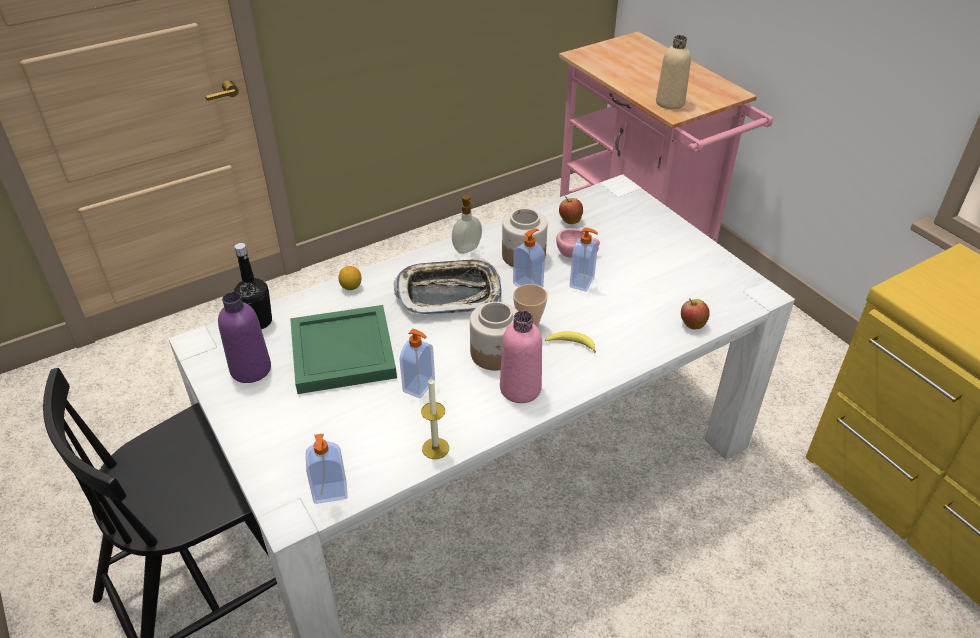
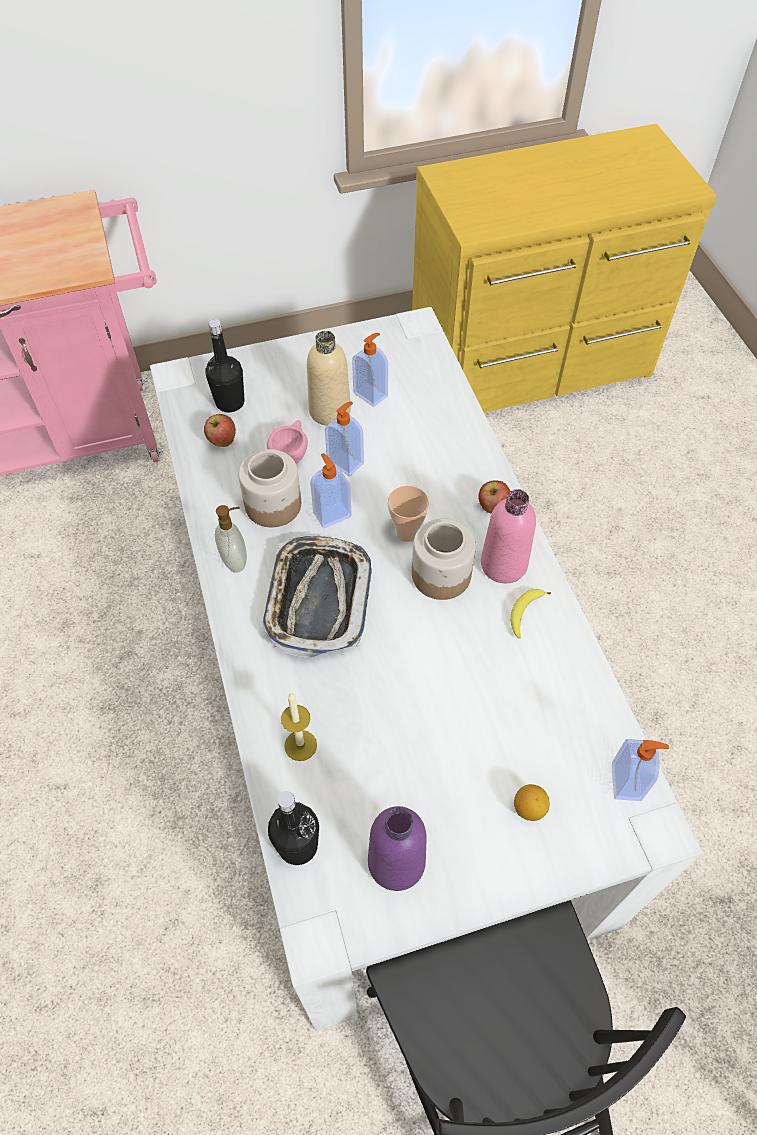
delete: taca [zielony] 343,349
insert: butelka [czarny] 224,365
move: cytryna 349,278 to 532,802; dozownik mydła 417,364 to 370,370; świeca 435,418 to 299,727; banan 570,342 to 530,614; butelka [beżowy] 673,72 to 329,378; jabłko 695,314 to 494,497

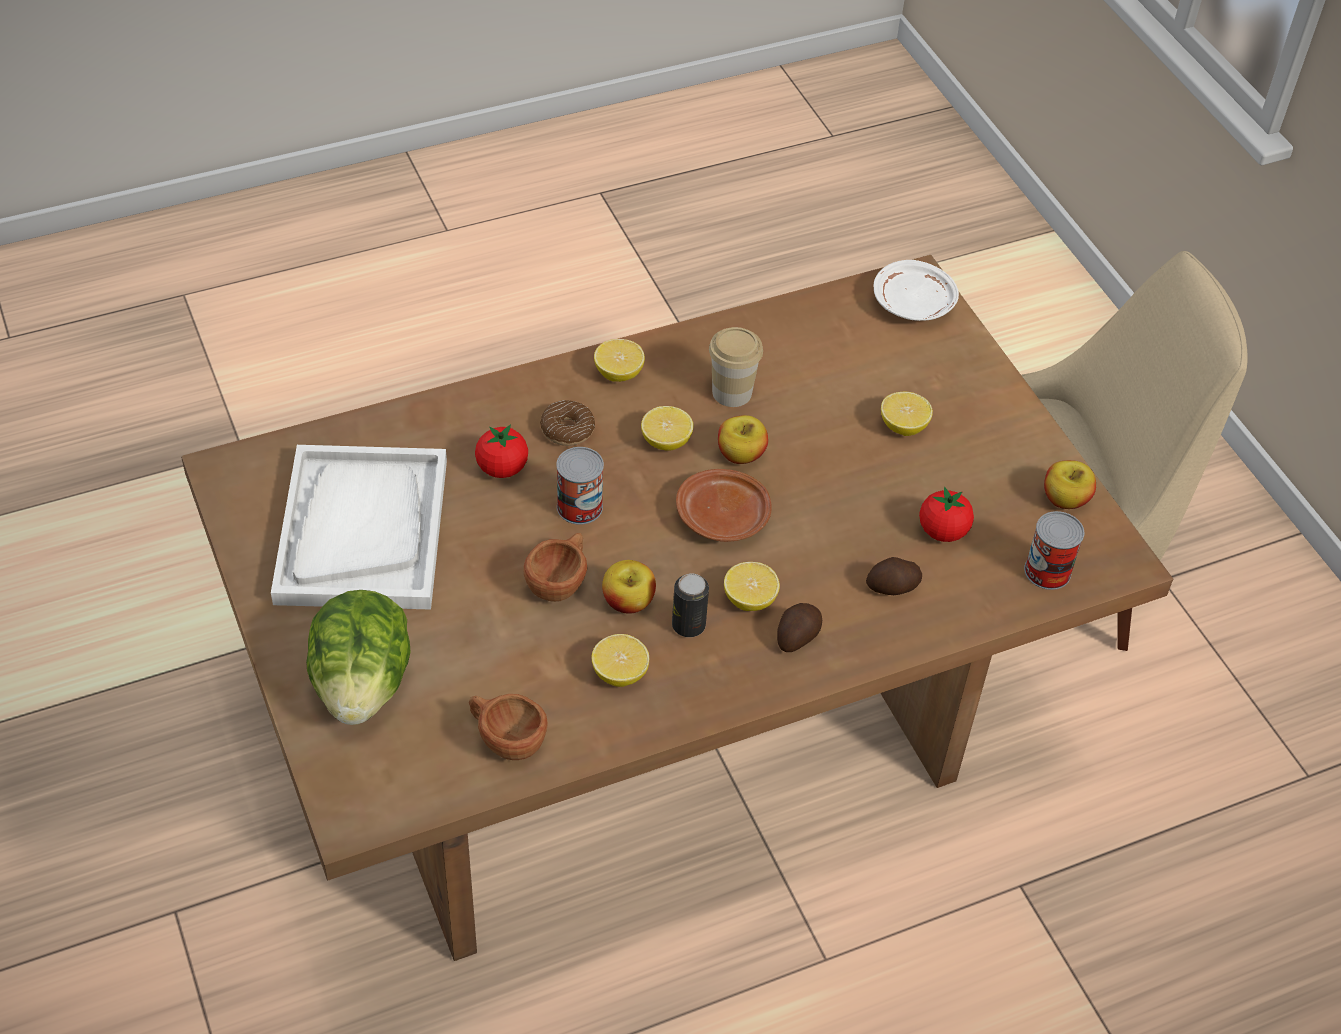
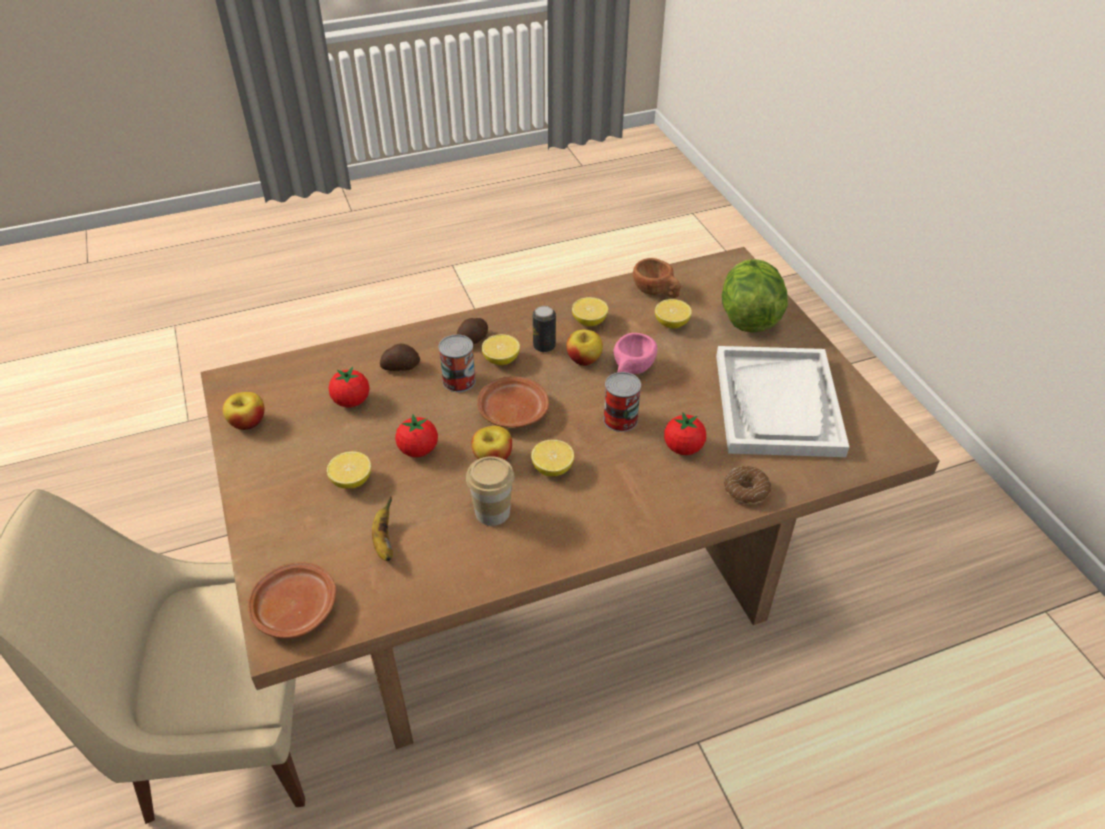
insert: banan 382,528; pomidor 416,435
move: donut 567,423 to 747,485; cytryna 619,360 to 673,314; puszka 1054,550 to 457,363
recolor: filiżanka [brązowy] 555,567 to filiżanka [różowy] 636,353; talerz [biały] 916,290 to talerz [brązowy] 292,600

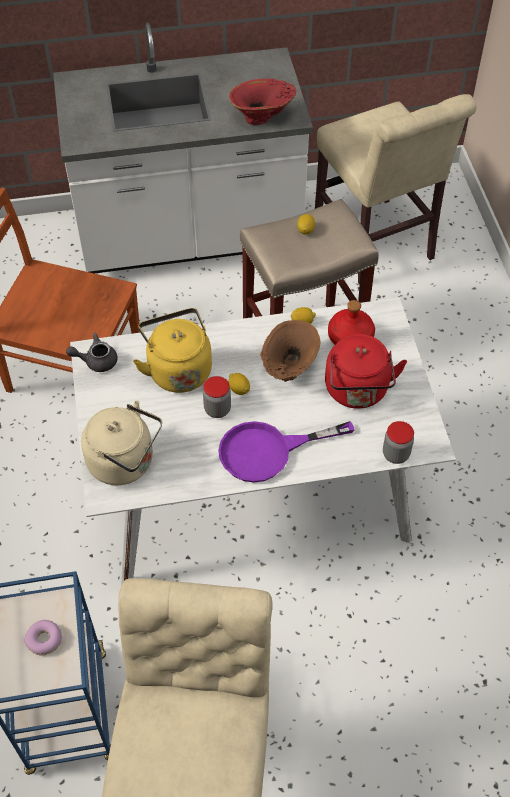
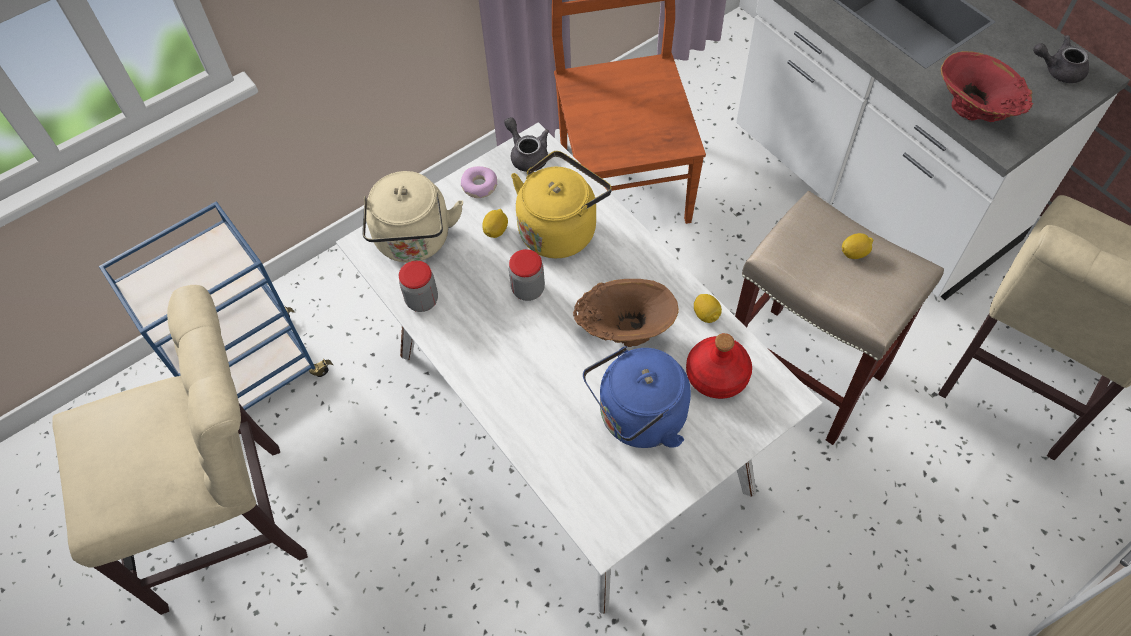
delete: patelnia [fioletowy] 286,452
insert: imbryk [szary] 1061,59
move: donut 43,637 to 479,182; cytryna 239,384 to 495,223; słoik 398,442 to 418,286
recolor: czajnik [czerwony] 366,371 to czajnik [niebieski] 637,397

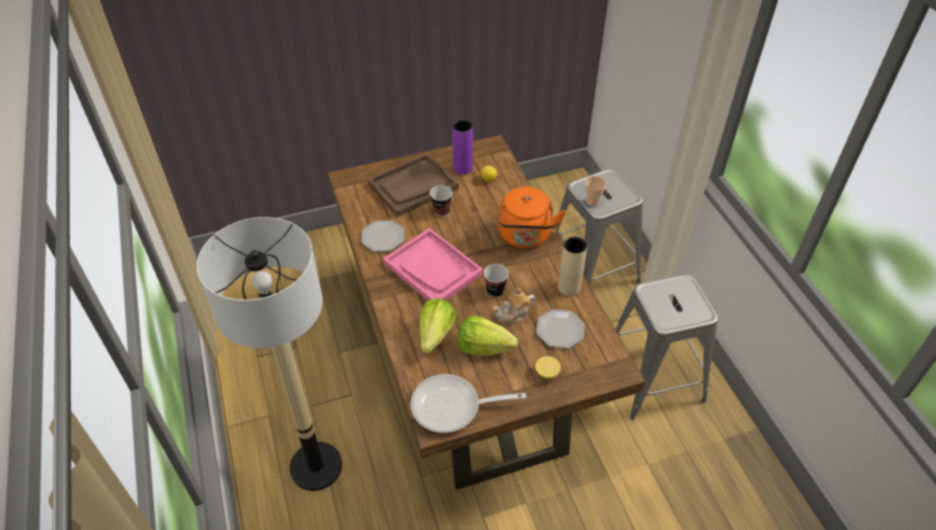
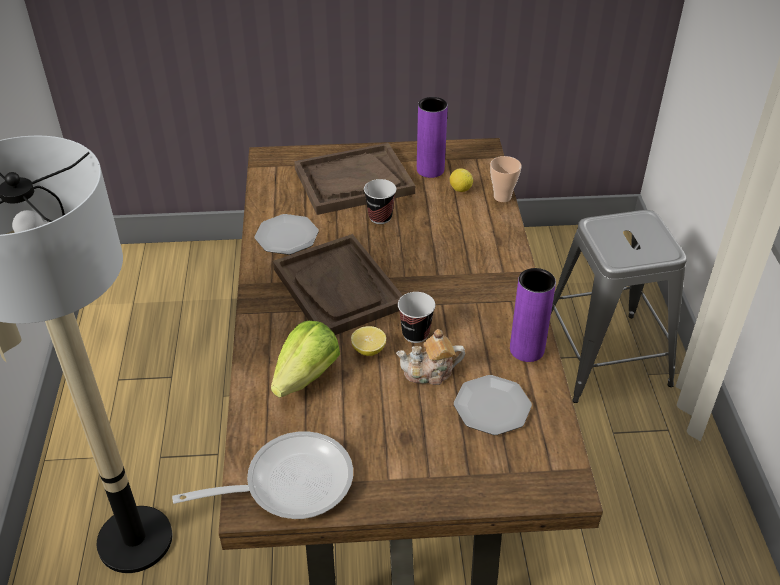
delete: sałata 487,336; czajnik [pomarańczowy] 532,217; stołek [szary] 667,347
move: cytryna 548,367 to 368,341; filiżanka 595,191 to 505,179
recolor: taca [różowy] 433,264 to taca [brązowy] 338,284; wazon [beżowy] 572,266 to wazon [fioletowy] 533,315
rotate: patelnia 468,403 = 262,475 150 degrees clockwise

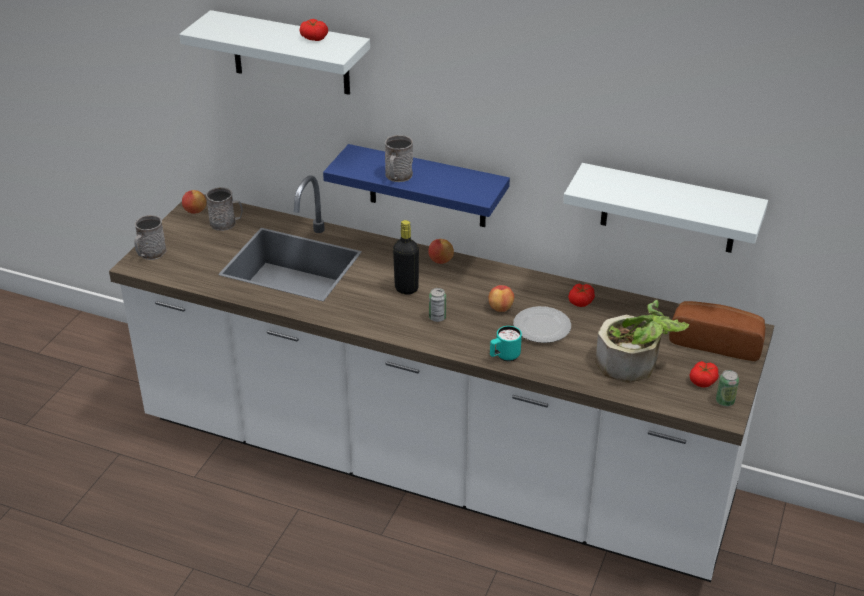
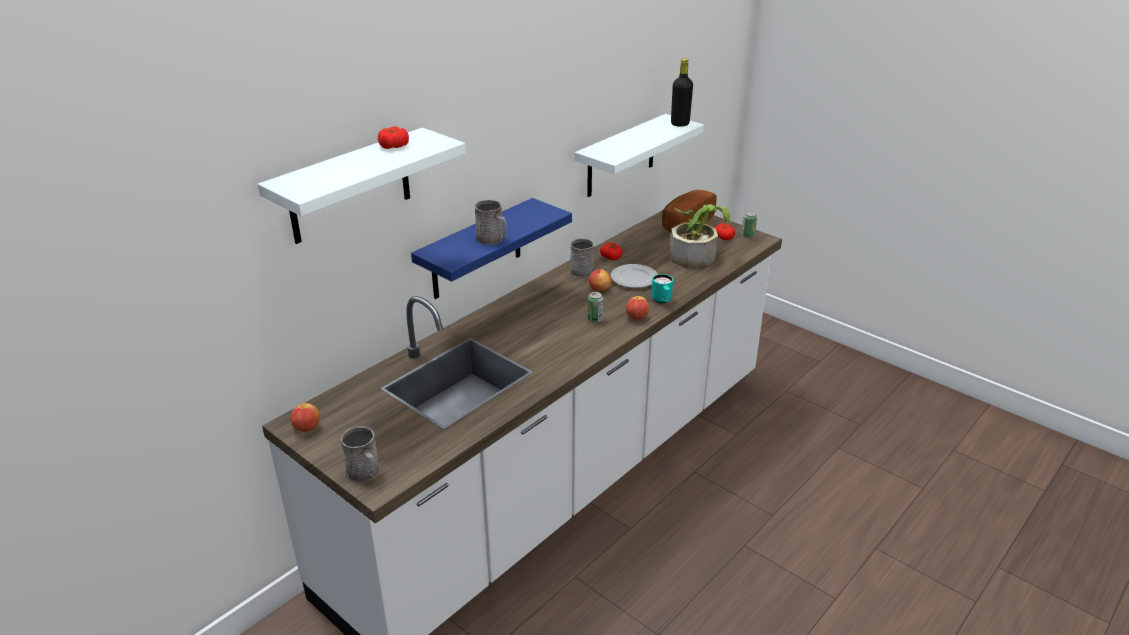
move: kubek [szary] 224,209 to 582,258; butelka [czarny] 406,257 to 682,93; jabłko 441,251 to 637,308

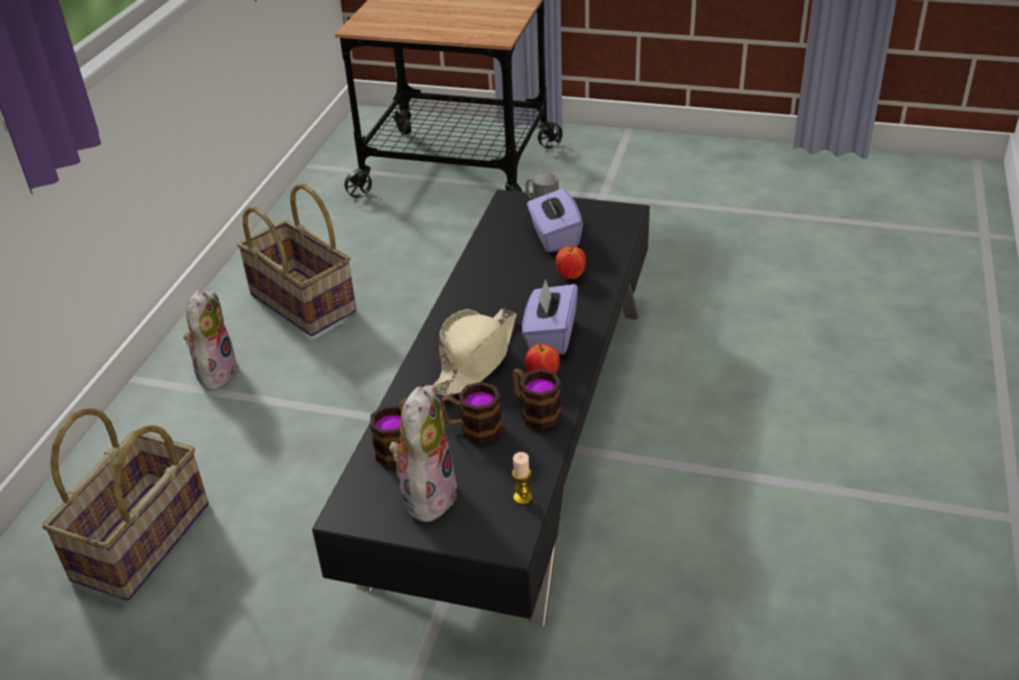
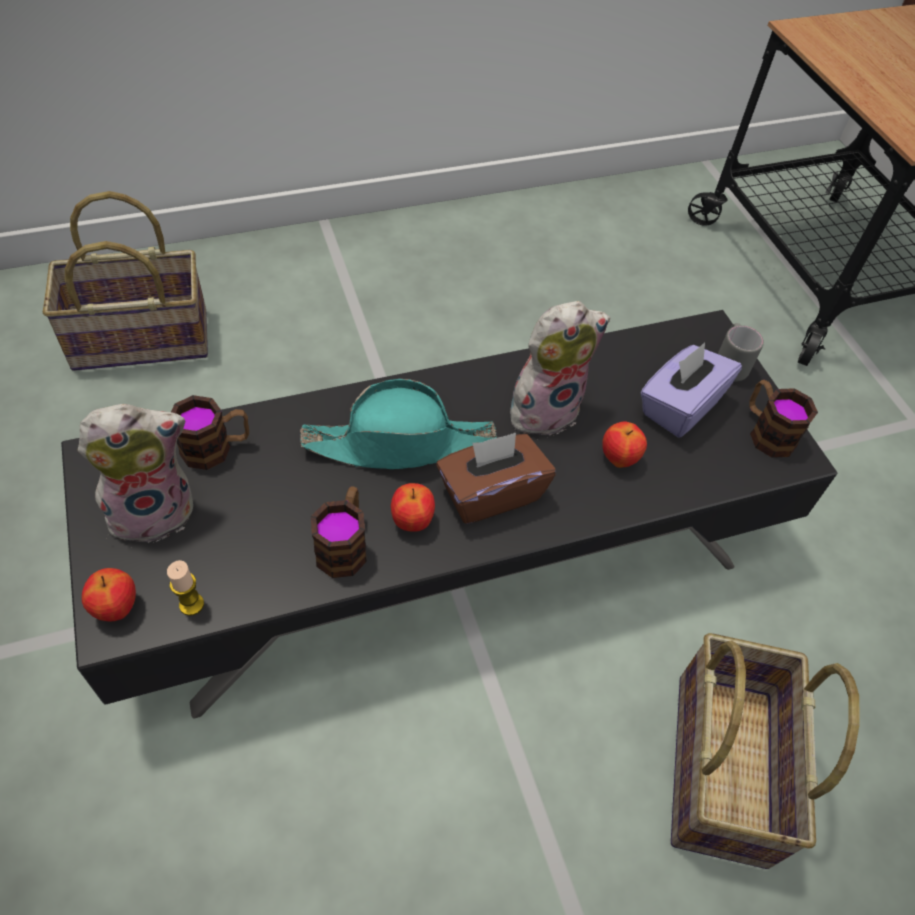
insert: jabłko 109,594
move: pluszak 211,339 to 560,368; koszyk 297,260 to 765,751; kubek 471,413 to 783,419
recolor: kapelusz [beżowy] 474,352 to kapelusz [turkusowy] 398,424; pudełko chusteczek [fioletowy] 550,316 to pudełko chusteczek [brązowy] 496,478

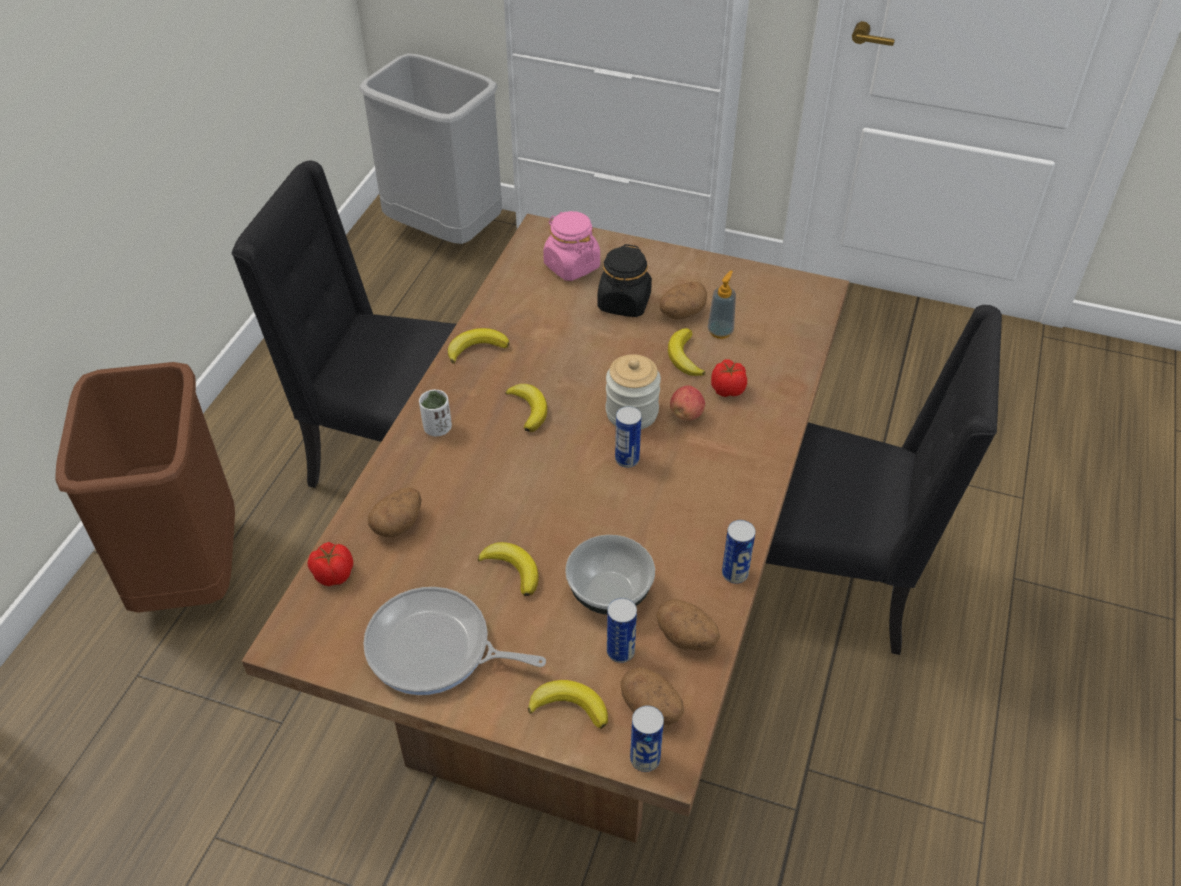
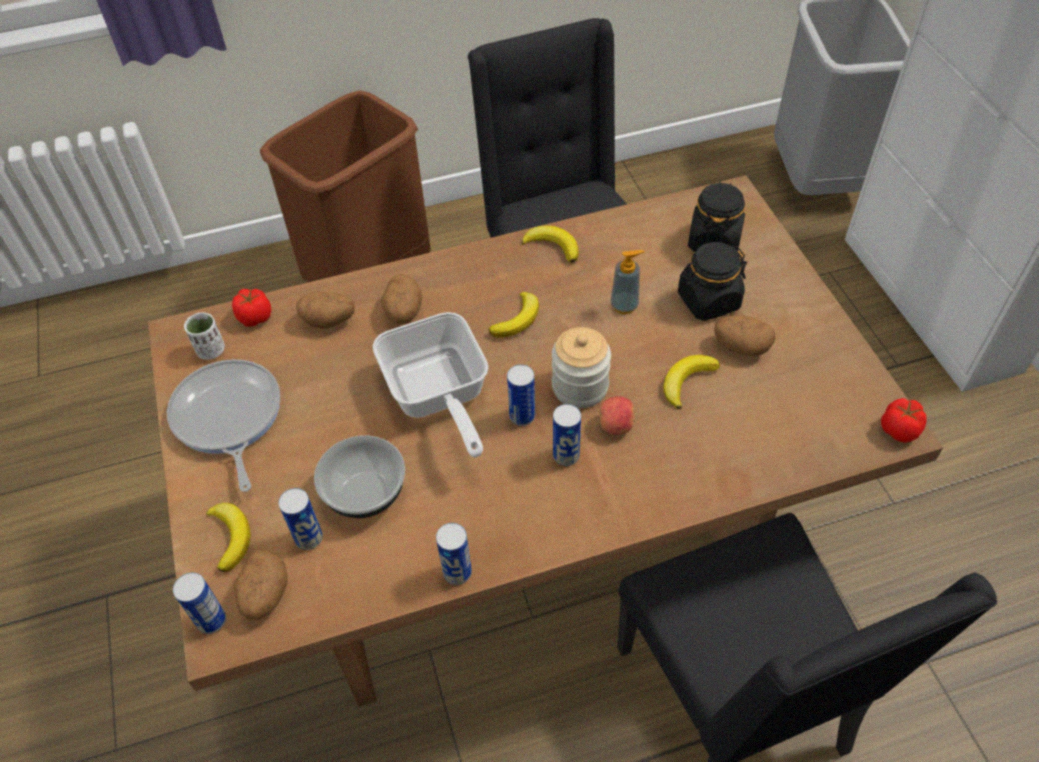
delete: banan 508,569
insert: patelnia 431,384; puszka 567,435
move: filiżanka [biały] 435,412 to 204,336; ziemniak 688,625 to 402,299; dozownik mydła 722,305 to 627,282; pomidor 729,378 to 904,420
recolor: słoik [różowy] 571,246 to słoik [czarny] 716,216

